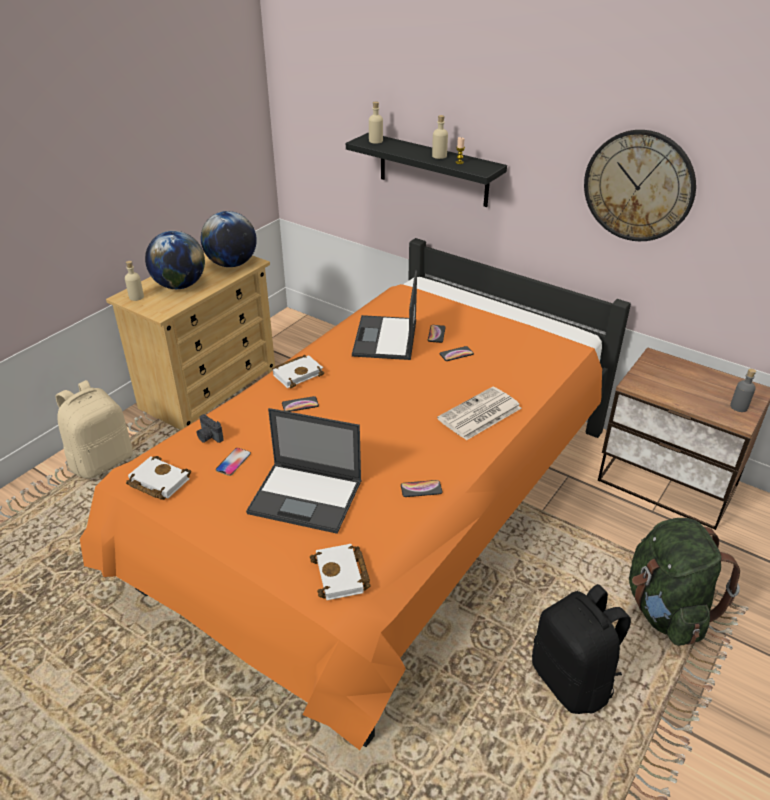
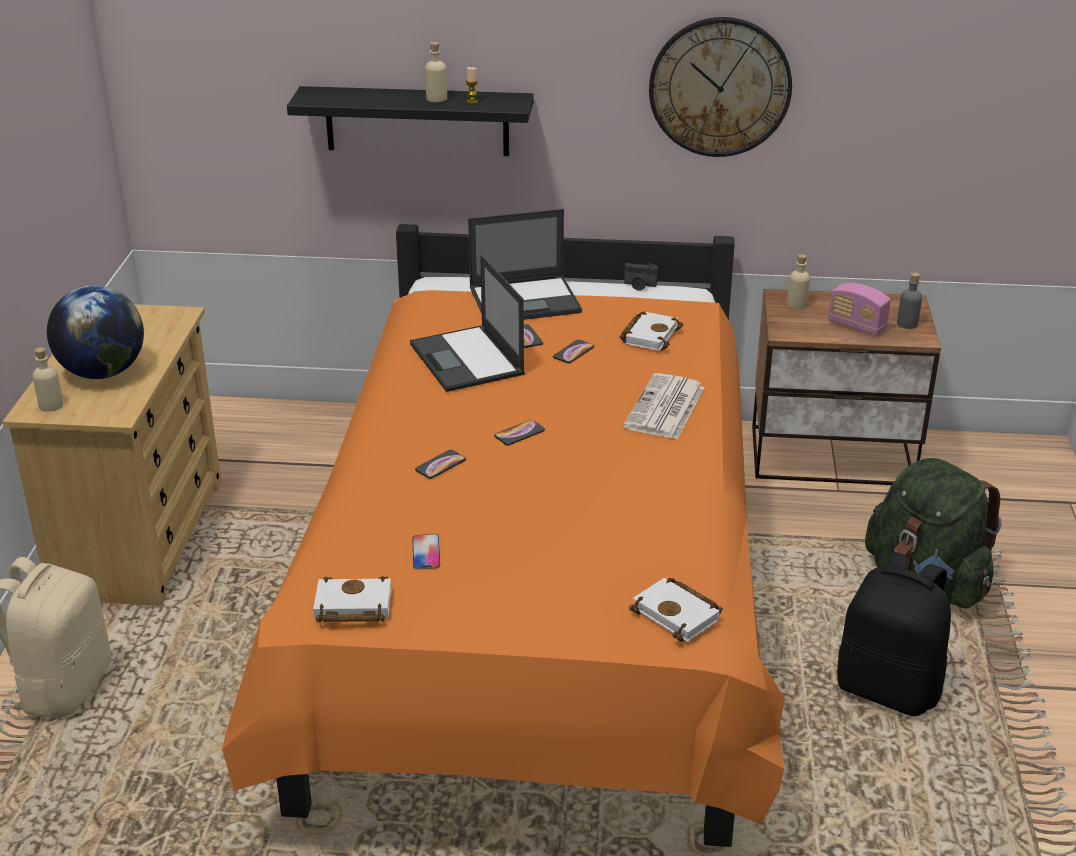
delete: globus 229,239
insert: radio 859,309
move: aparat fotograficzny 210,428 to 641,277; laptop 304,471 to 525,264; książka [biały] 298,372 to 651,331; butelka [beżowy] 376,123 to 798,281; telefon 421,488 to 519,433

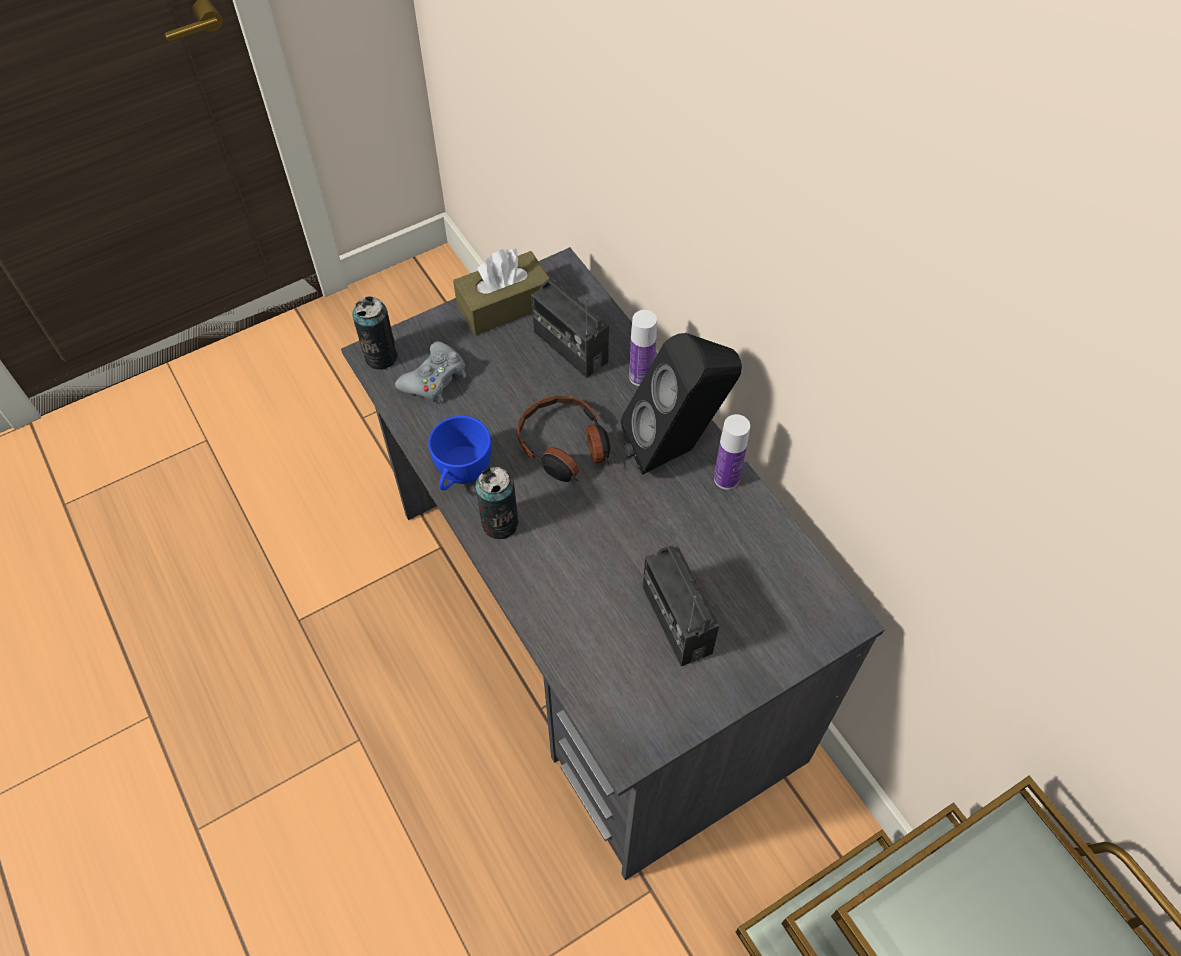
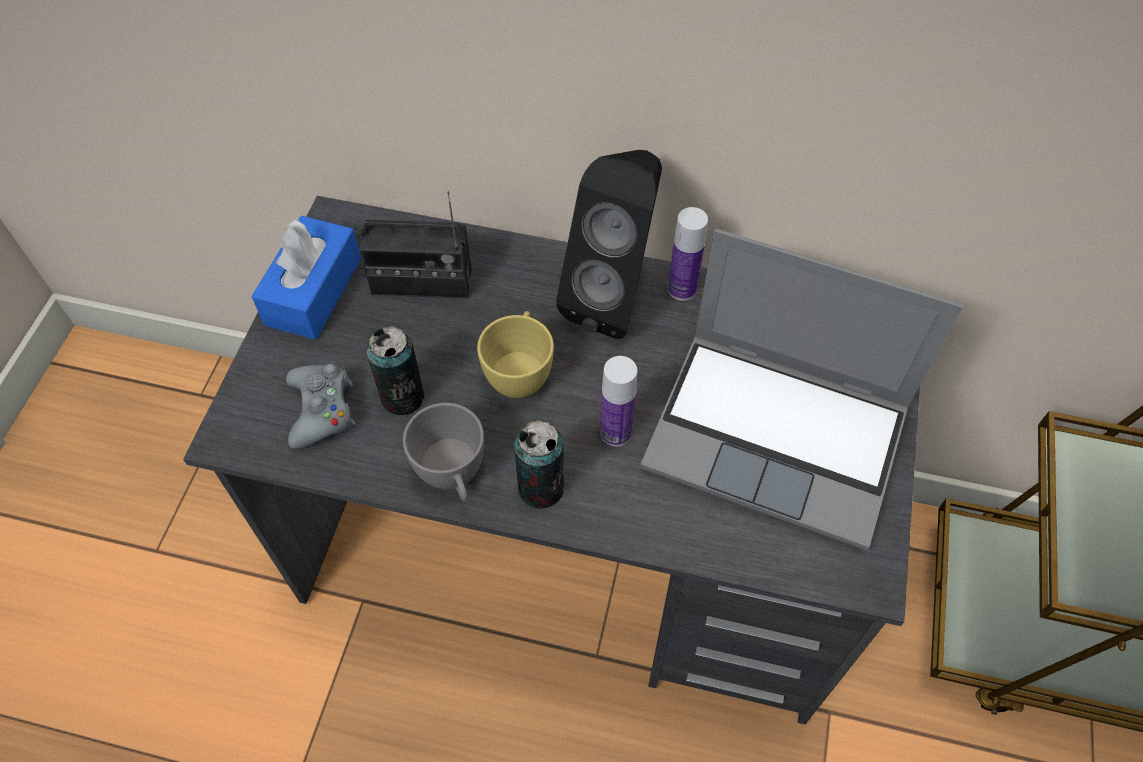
move: puszka 375,333 to 395,370; butelka 643,348 to 618,401
replace: słuchawki 563,438 to filiżanka [żółty] 515,354; radio 680,605 to laptop 801,390
recolor: filiżanka [niebieski] 459,453 to filiżanka [szary] 443,452; pudełko chusteczek [brązowy] 501,291 to pudełko chusteczek [niebieski] 306,277

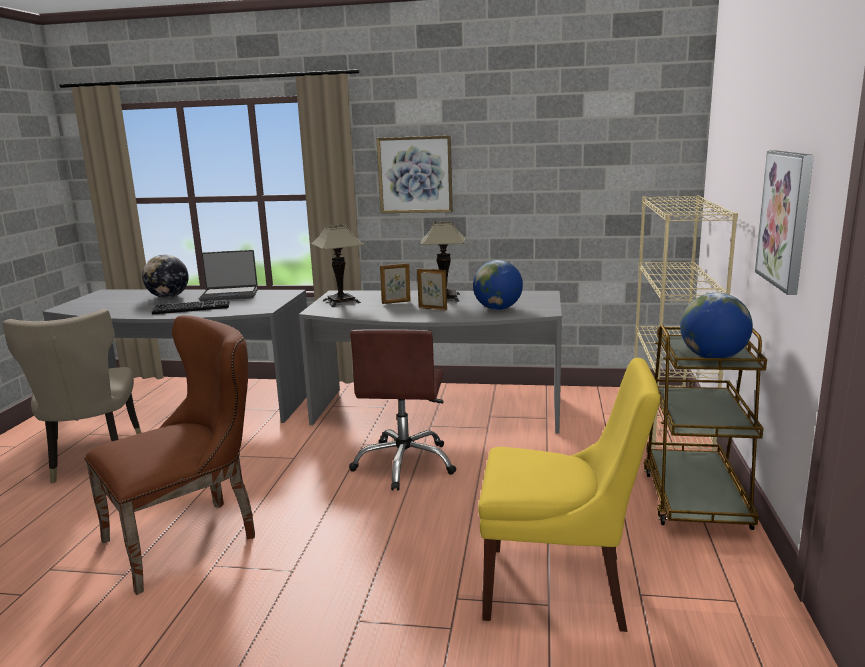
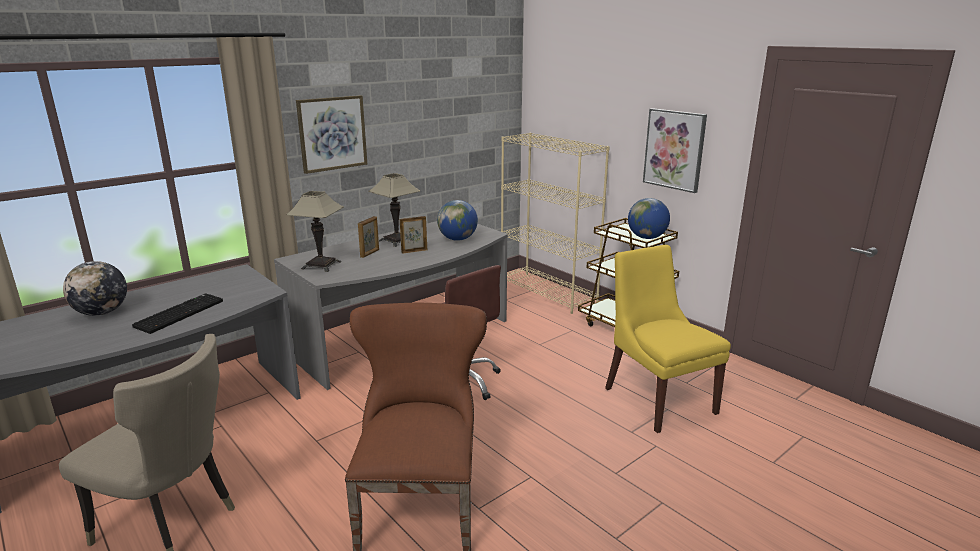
delete: laptop 228,275
rotate: krzesło [żółty] 569,495 = 668,339 75 degrees counterclockwise

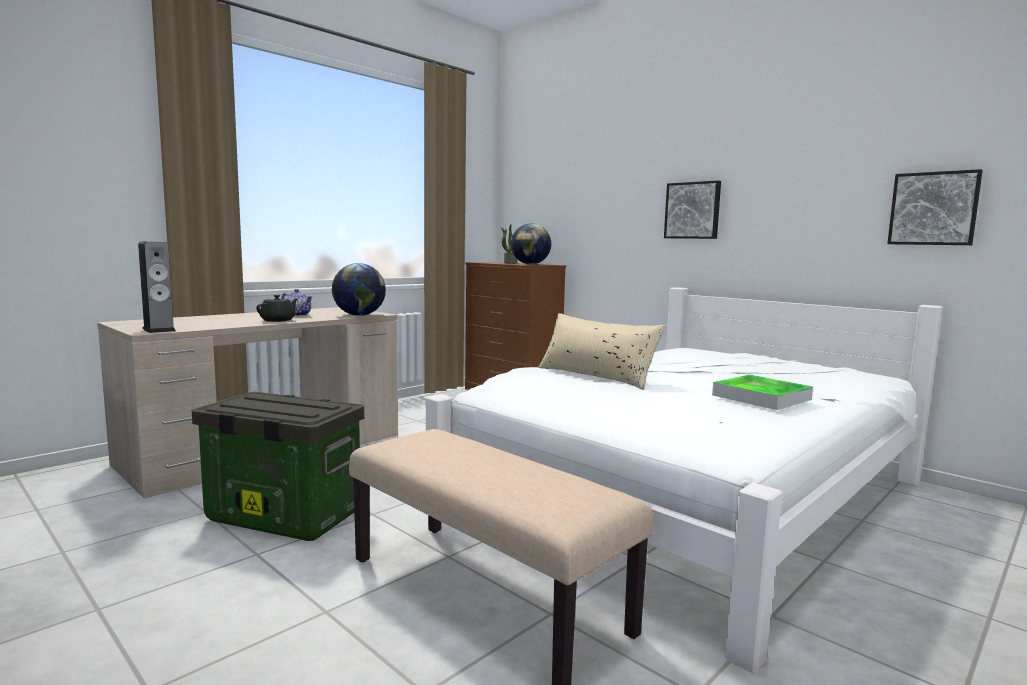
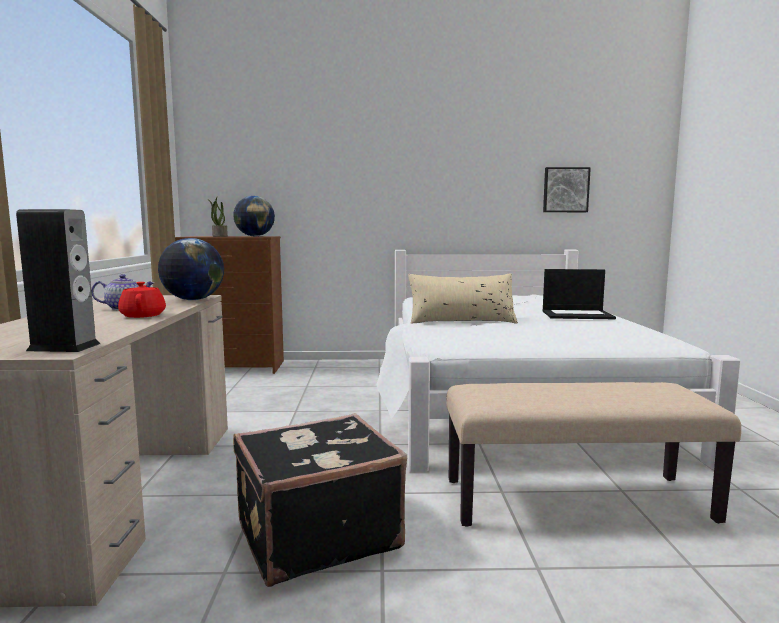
delete: obraz 692,210
replace: pojemnik do przechowywania 278,466 to walizka [czarny] 320,500; taca 762,392 to laptop 579,294
recolor: imbryk [czarny] 277,308 to imbryk [czerwony] 142,300

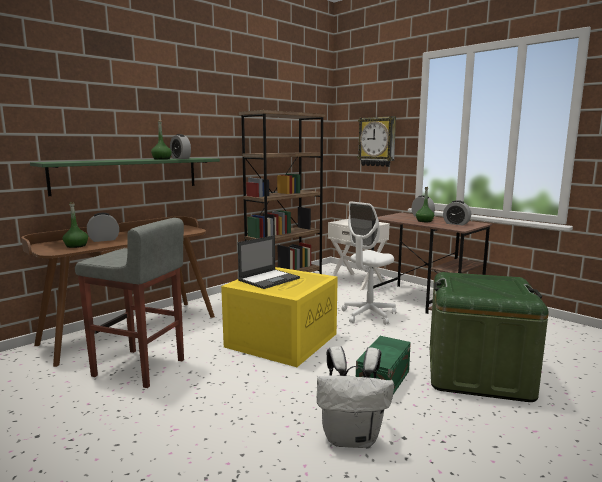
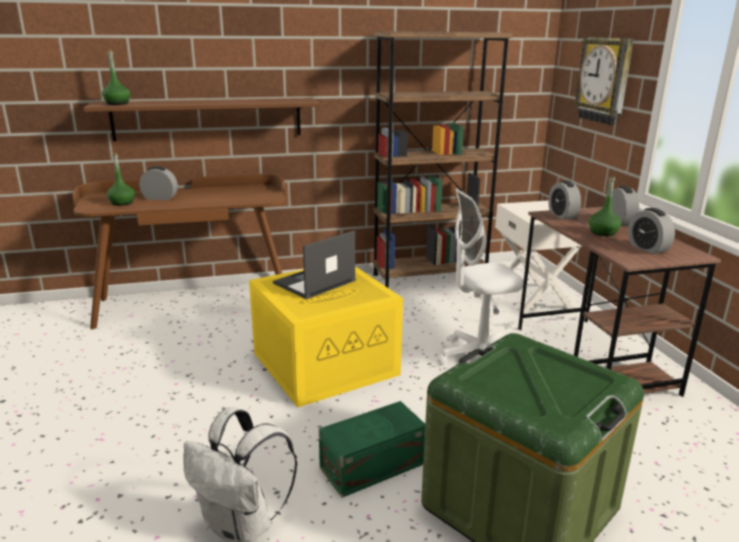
delete: stołek [szary] 129,303
move: butelka [zielony] 161,140 to 116,77; budzik 180,146 to 564,200
recolor: półka [zielony] 125,177 to półka [brązowy] 201,119
rotate: laptop 269,262 = 314,264 150 degrees clockwise

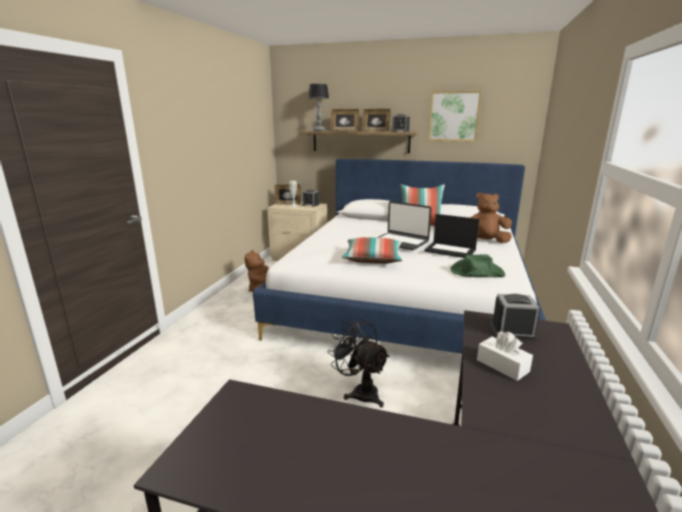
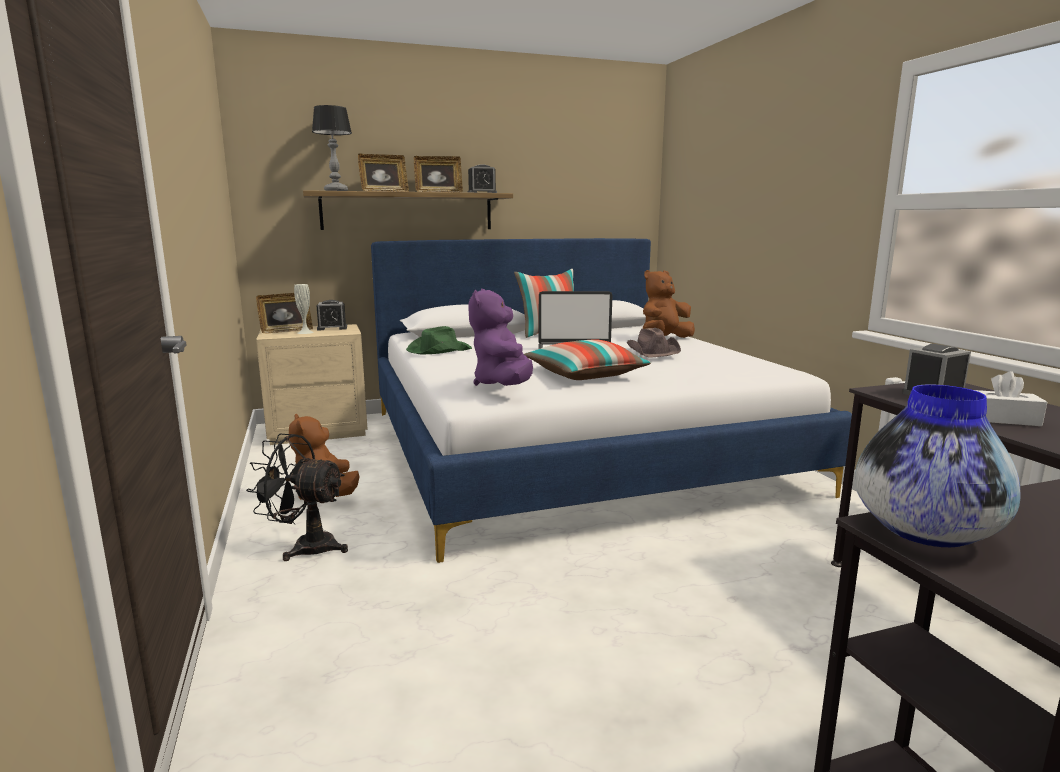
delete: obraz 455,116
insert: pluszak [fioletowy] 501,337; wazon 937,465
move: wentylator [czarny] 359,362 to 297,497; kapelusz [zielony] 478,266 to 439,340
replace: laptop 451,236 to kapelusz [brązowy] 654,343

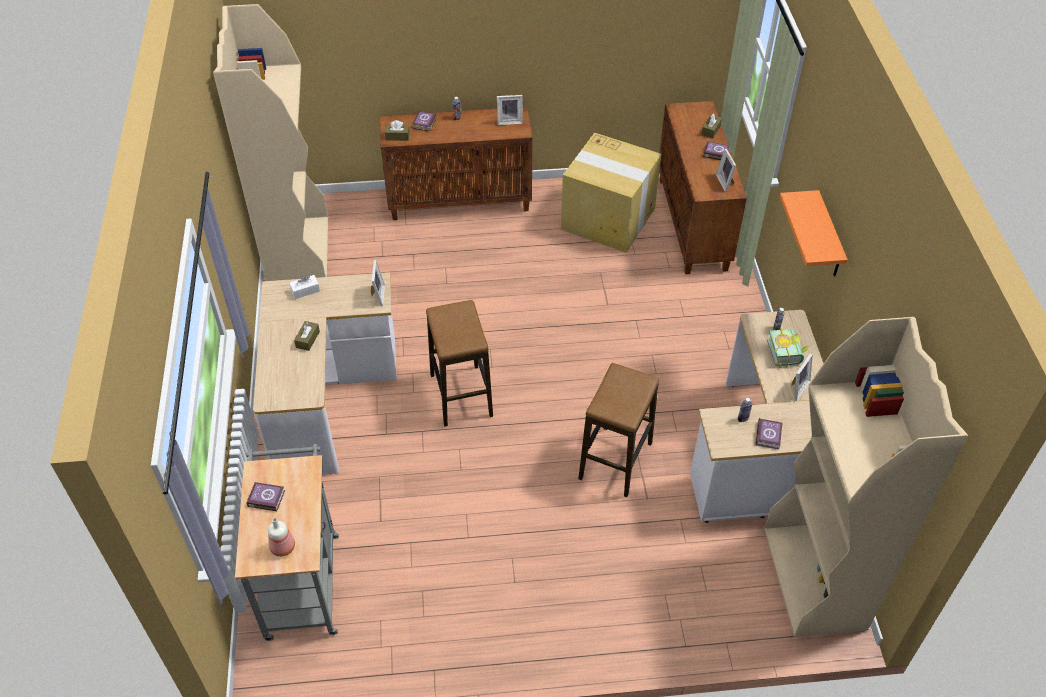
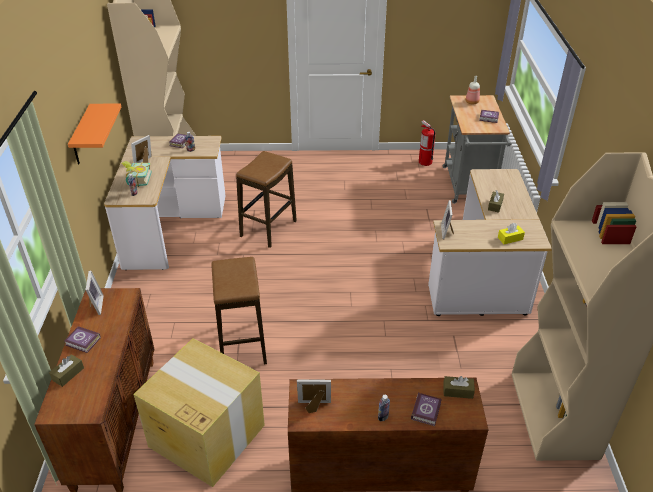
insert: gaśnica 427,143
move: stołek 459,363 to 239,310
recolor: pudełko chusteczek [biały] 304,287 to pudełko chusteczek [żółty] 511,233

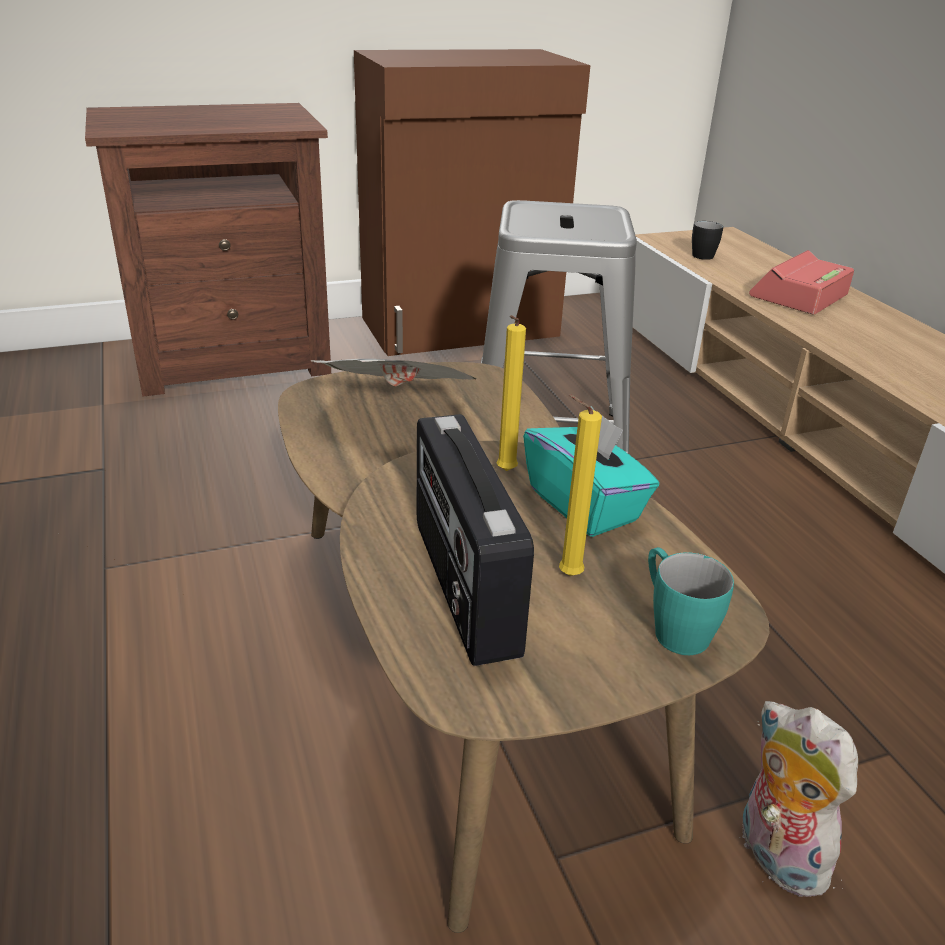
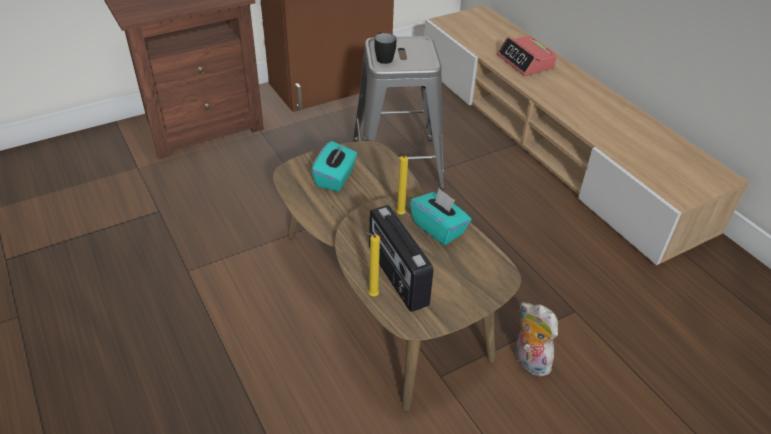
delete: kubek [turkusowy] 691,601
move: świeca [żółty] 580,485 to 372,264; kubek [czarny] 707,240 to 385,48
replace: gazeta 393,372 to pudełko chusteczek [turkusowy] 334,166
rotate: budzik 801,282 = 527,55 60 degrees counterclockwise

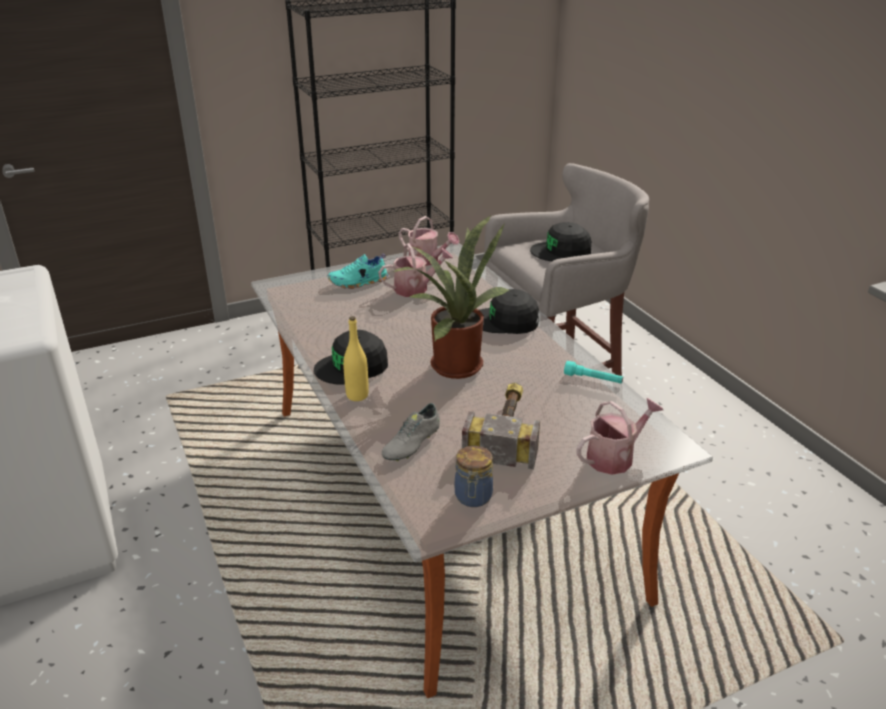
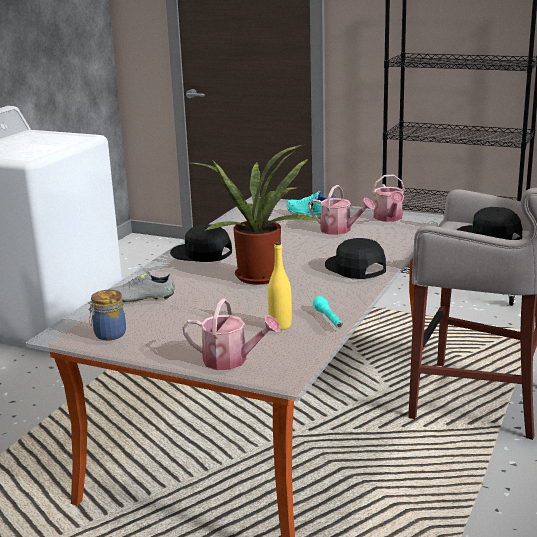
delete: młotek 501,426
move: butelka [żółty] 356,358 to 280,286

